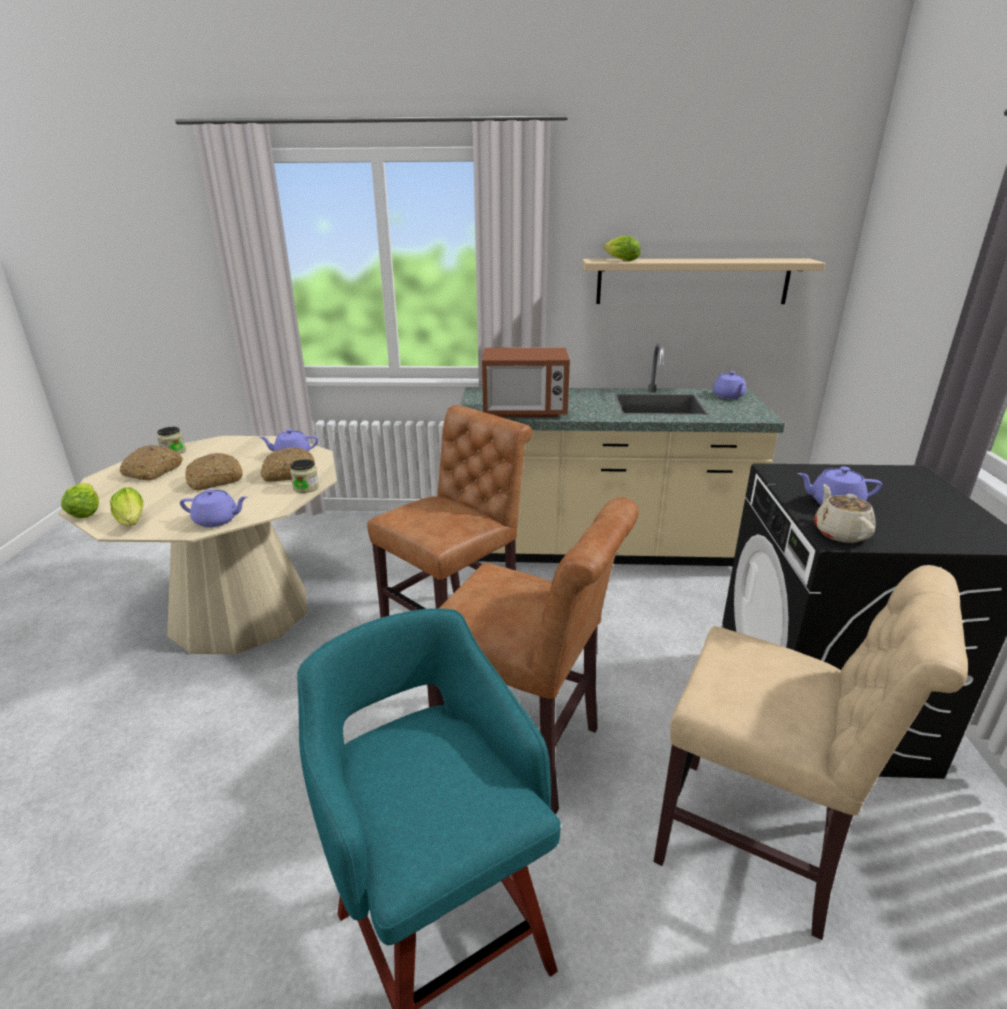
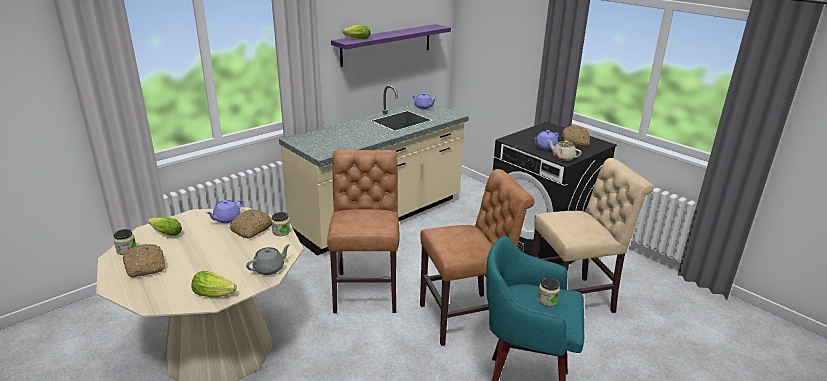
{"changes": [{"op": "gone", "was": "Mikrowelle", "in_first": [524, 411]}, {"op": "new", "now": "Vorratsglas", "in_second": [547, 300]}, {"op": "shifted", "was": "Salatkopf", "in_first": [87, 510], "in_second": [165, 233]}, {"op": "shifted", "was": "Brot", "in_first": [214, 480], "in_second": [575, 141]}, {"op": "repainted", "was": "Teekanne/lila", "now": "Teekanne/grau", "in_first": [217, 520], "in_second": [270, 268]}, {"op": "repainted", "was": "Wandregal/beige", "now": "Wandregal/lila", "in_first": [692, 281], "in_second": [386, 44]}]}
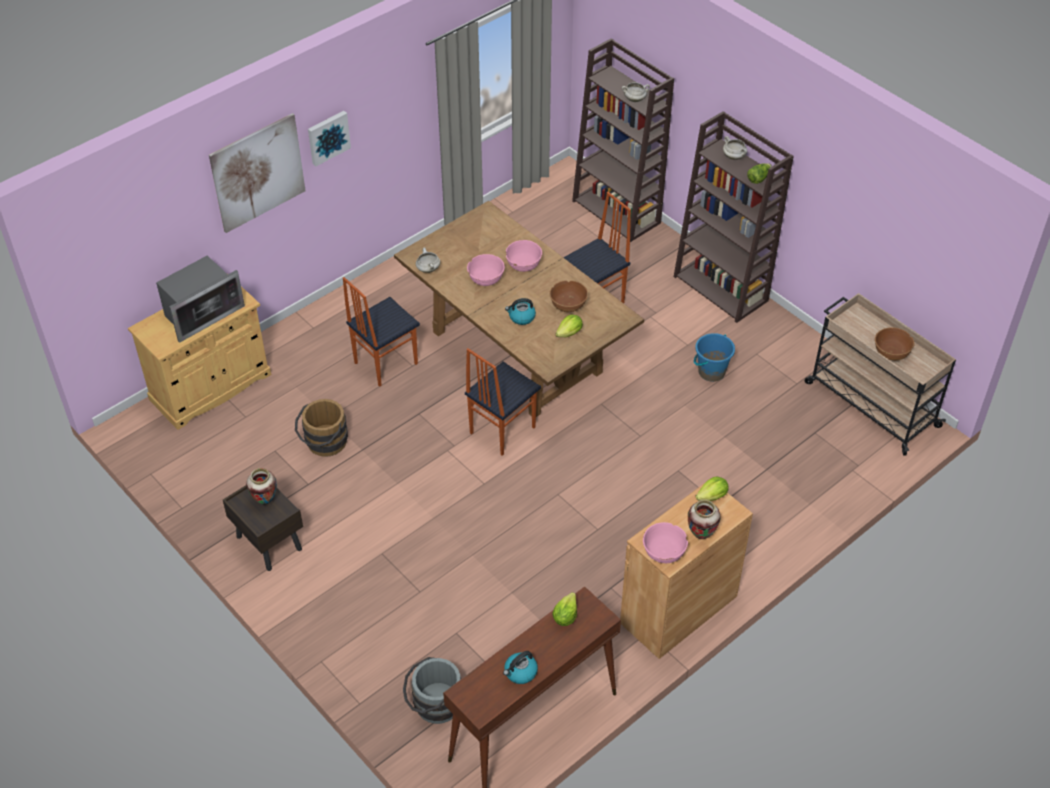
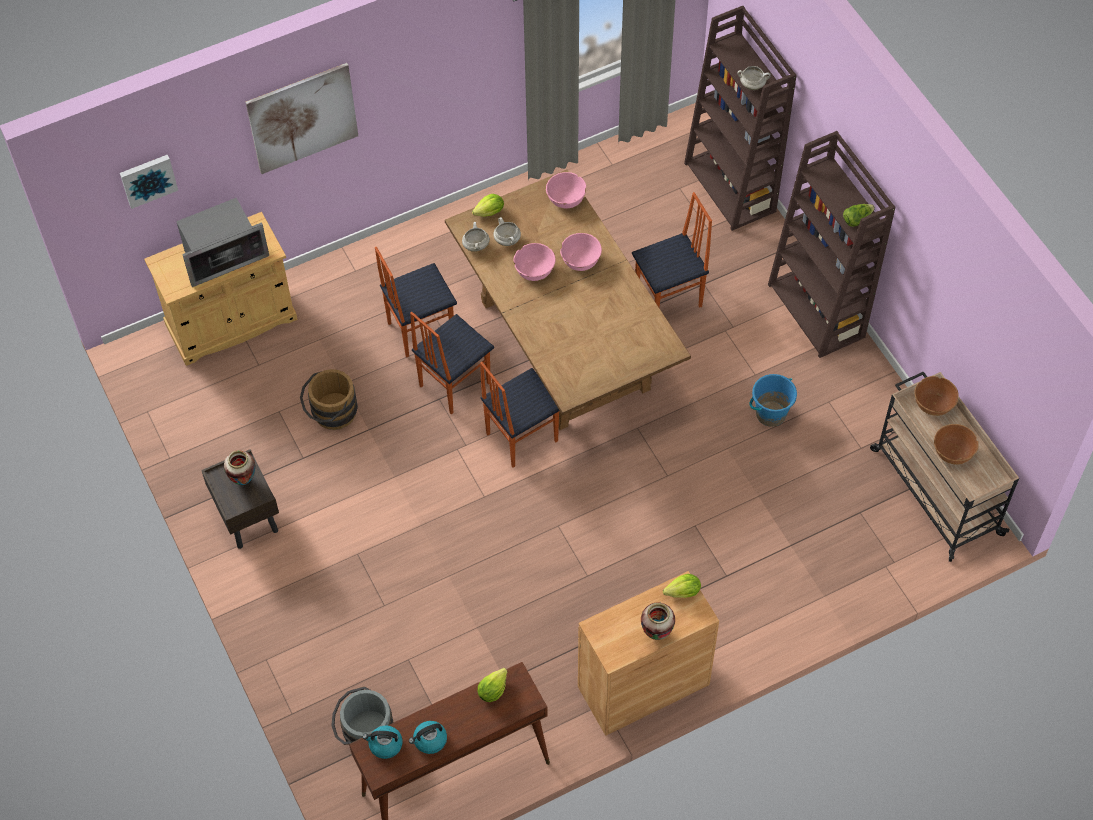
{"changes": [{"op": "new", "now": "Stuhl", "in_second": [453, 384]}, {"op": "shifted", "was": "Bild", "in_first": [328, 137], "in_second": [148, 179]}, {"op": "shifted", "was": "Wasserkessel", "in_first": [521, 317], "in_second": [385, 745]}, {"op": "shifted", "was": "Schüssel/braun", "in_first": [568, 305], "in_second": [933, 404]}, {"op": "shifted", "was": "Salatkopf", "in_first": [569, 333], "in_second": [490, 212]}, {"op": "shifted", "was": "Schüssel/rosa", "in_first": [663, 552], "in_second": [566, 199]}, {"op": "shifted", "was": "Kochtopf/weiß", "in_first": [734, 157], "in_second": [507, 240]}]}
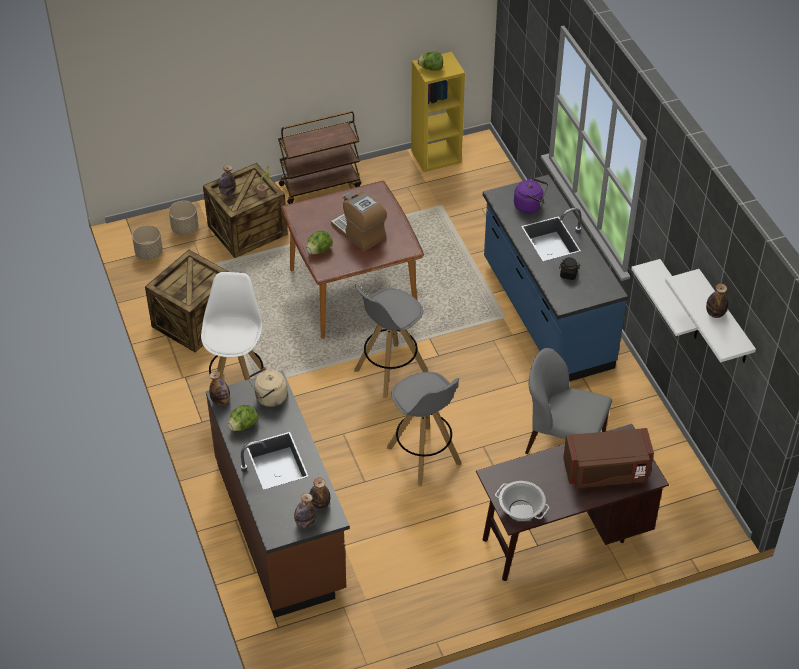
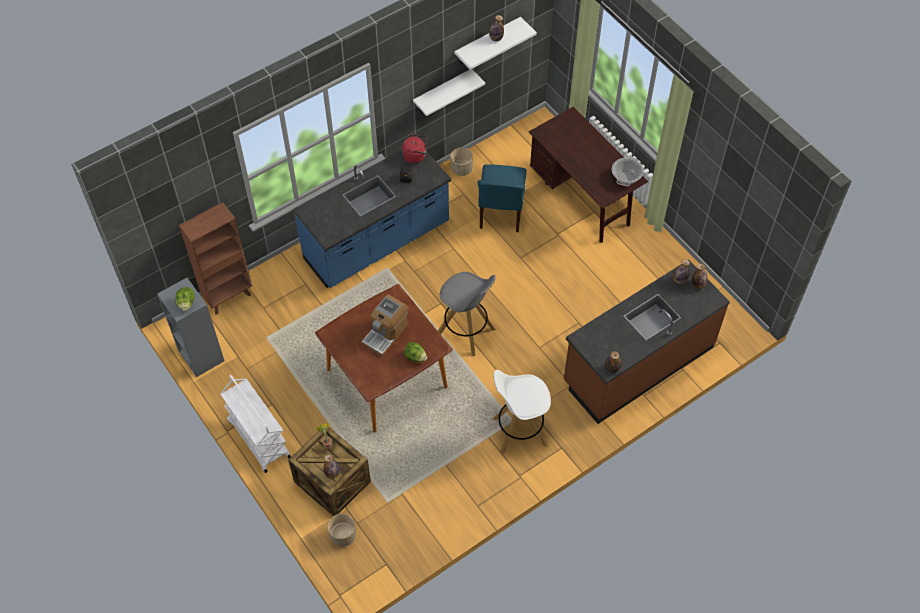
{"changes": [{"op": "gone", "was": "Kiste", "in_first": [194, 320]}, {"op": "gone", "was": "Salatkopf", "in_first": [243, 426]}, {"op": "gone", "was": "Wasserkessel/beige", "in_first": [269, 398]}, {"op": "gone", "was": "Hocker/grau", "in_first": [424, 456]}, {"op": "gone", "was": "Wasserkessel/lila", "in_first": [530, 206]}, {"op": "gone", "was": "Mikrowelle/braun", "in_first": [606, 472]}, {"op": "new", "now": "Bücherregal/braun", "in_second": [228, 296]}, {"op": "new", "now": "Wasserkessel/rot", "in_second": [416, 156]}, {"op": "shifted", "was": "Pflanzkübel/beige", "in_first": [149, 253], "in_second": [461, 169]}, {"op": "repainted", "was": "Rollwagen/braun", "now": "Rollwagen/weiß", "in_first": [320, 185], "in_second": [258, 438]}, {"op": "repainted", "was": "Bücherregal/gelb", "now": "Bücherregal/grau", "in_first": [436, 156], "in_second": [200, 355]}, {"op": "repainted", "was": "Stuhl/grau", "now": "Stuhl/blau", "in_first": [563, 443], "in_second": [501, 212]}]}
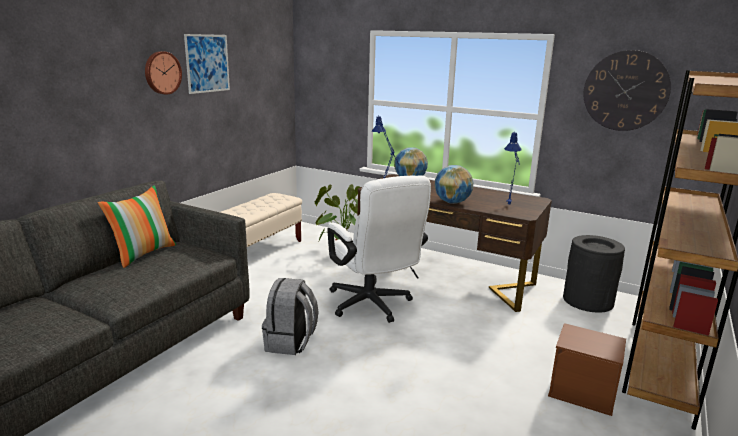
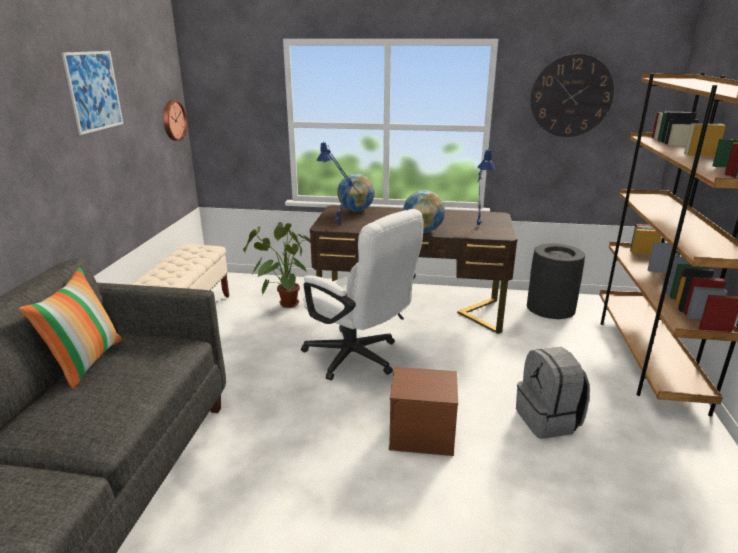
{"changes": [{"op": "shifted", "was": "Wanduhr", "in_first": [162, 73], "in_second": [173, 120]}, {"op": "shifted", "was": "Rucksack/grau", "in_first": [290, 343], "in_second": [548, 420]}, {"op": "shifted", "was": "Aufbewahrungsbox/braun", "in_first": [583, 391], "in_second": [423, 434]}]}
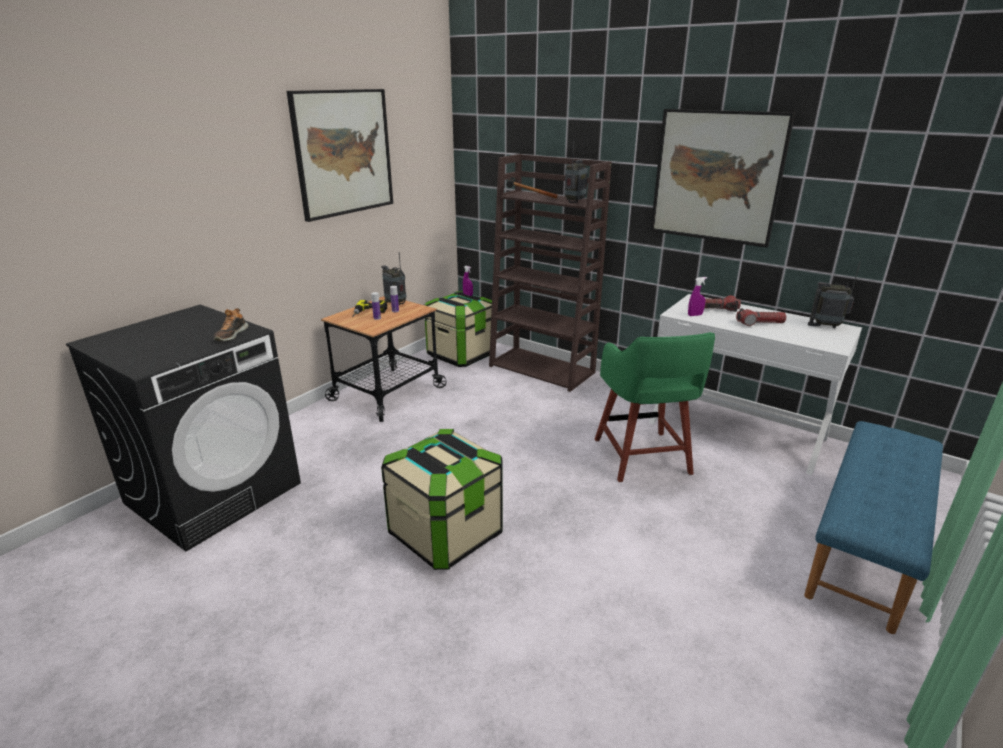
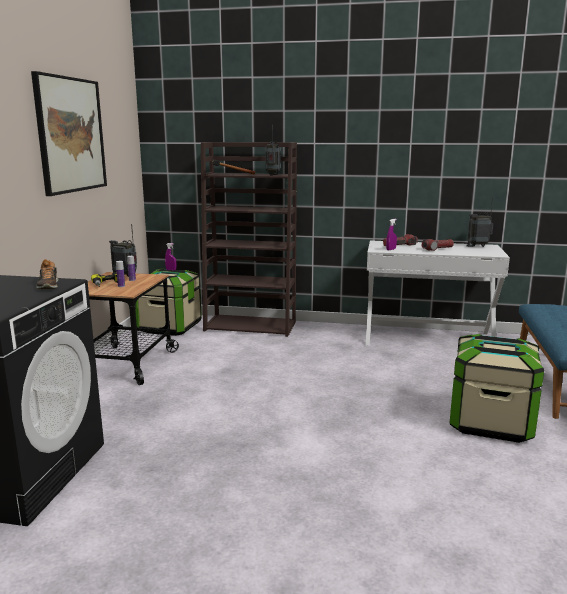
{"changes": [{"op": "gone", "was": "Hocker/grün", "in_first": [642, 458]}, {"op": "gone", "was": "Bild", "in_first": [717, 177]}, {"op": "shifted", "was": "Aufbewahrungsbox", "in_first": [446, 534], "in_second": [490, 422]}]}
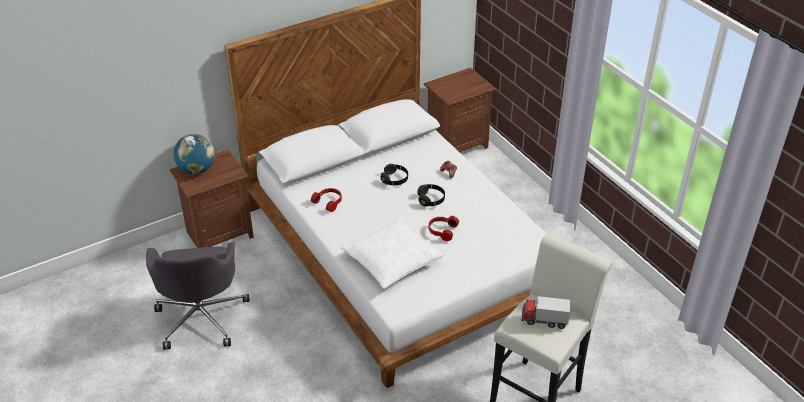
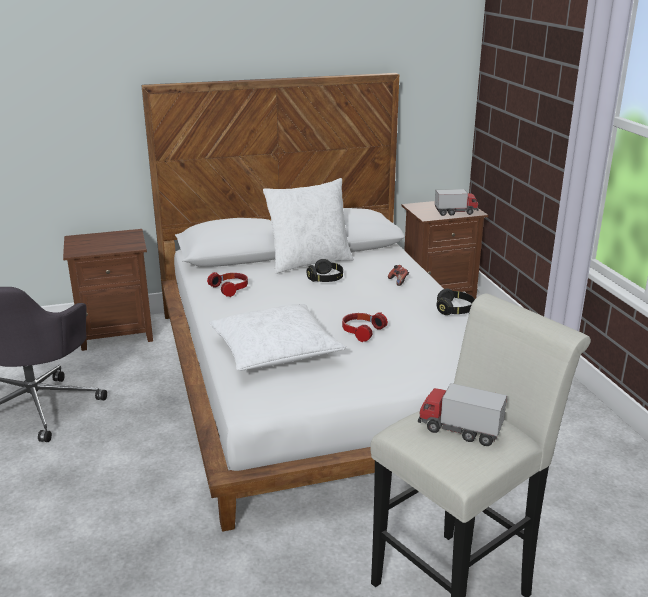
{"changes": [{"op": "gone", "was": "Globus", "in_first": [197, 169]}, {"op": "new", "now": "Kissen/weiß", "in_second": [309, 262]}, {"op": "new", "now": "Spielzeuglaster", "in_second": [455, 212]}, {"op": "shifted", "was": "Kopfhörer/schwarz", "in_first": [431, 200], "in_second": [455, 310]}]}
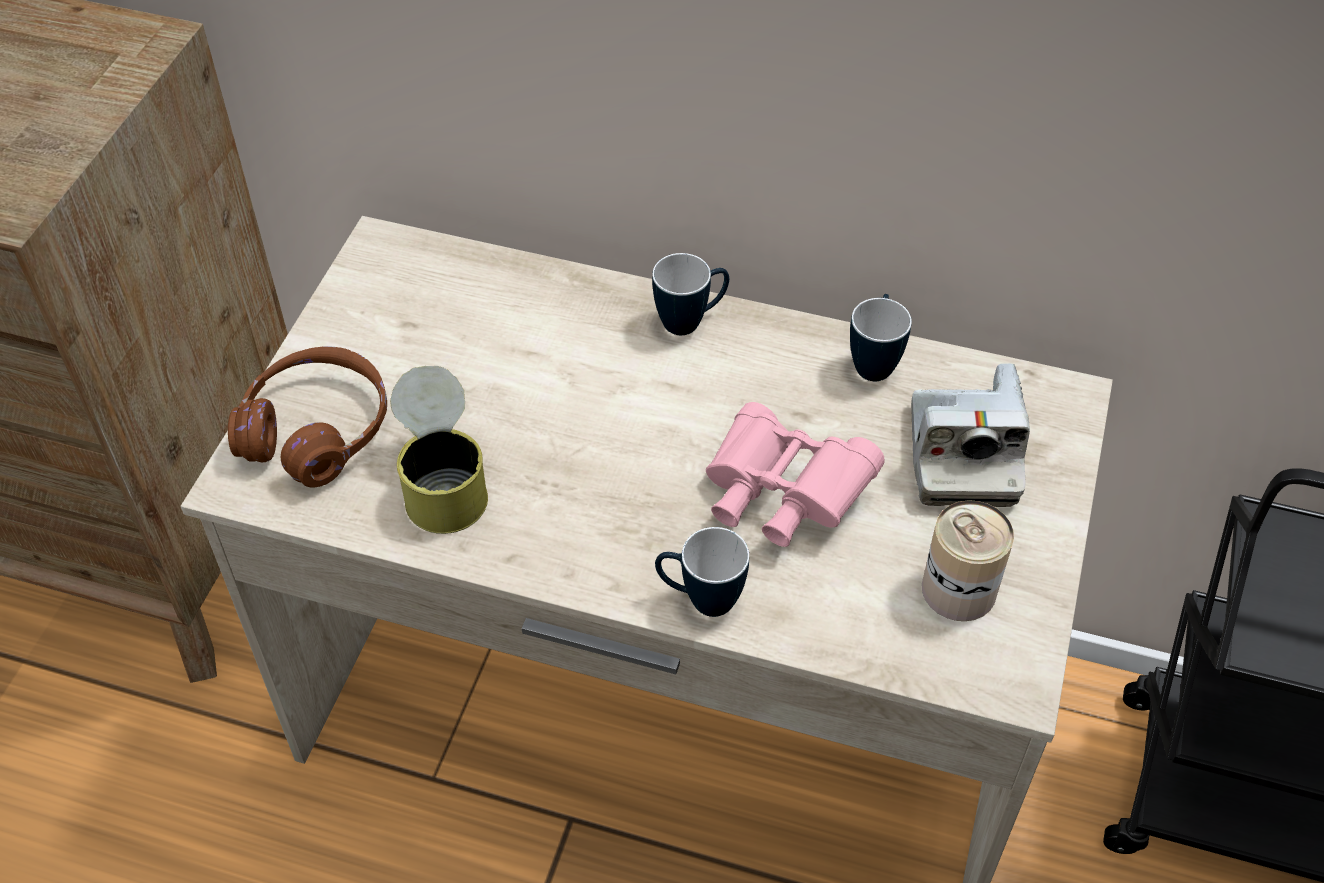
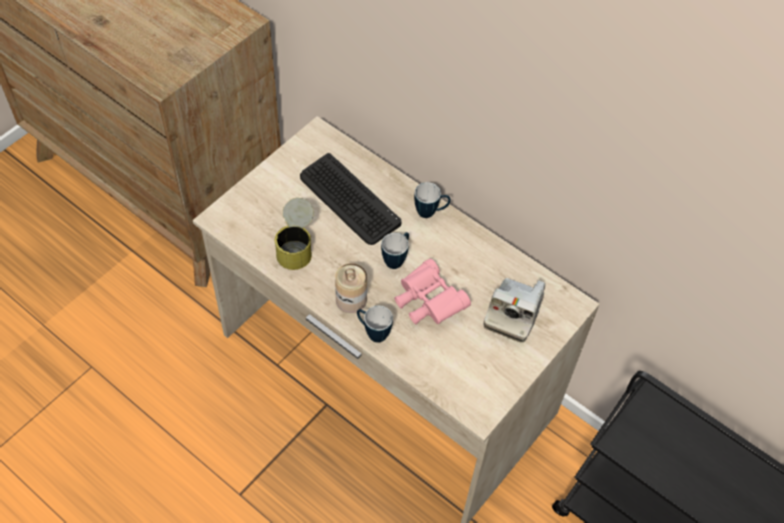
{"changes": [{"op": "gone", "was": "Kopfhörer/braun", "in_first": [316, 430]}, {"op": "new", "now": "Tastatur", "in_second": [349, 200]}, {"op": "shifted", "was": "Henkelbecher", "in_first": [874, 361], "in_second": [396, 259]}, {"op": "shifted", "was": "Dose", "in_first": [959, 589], "in_second": [351, 299]}]}
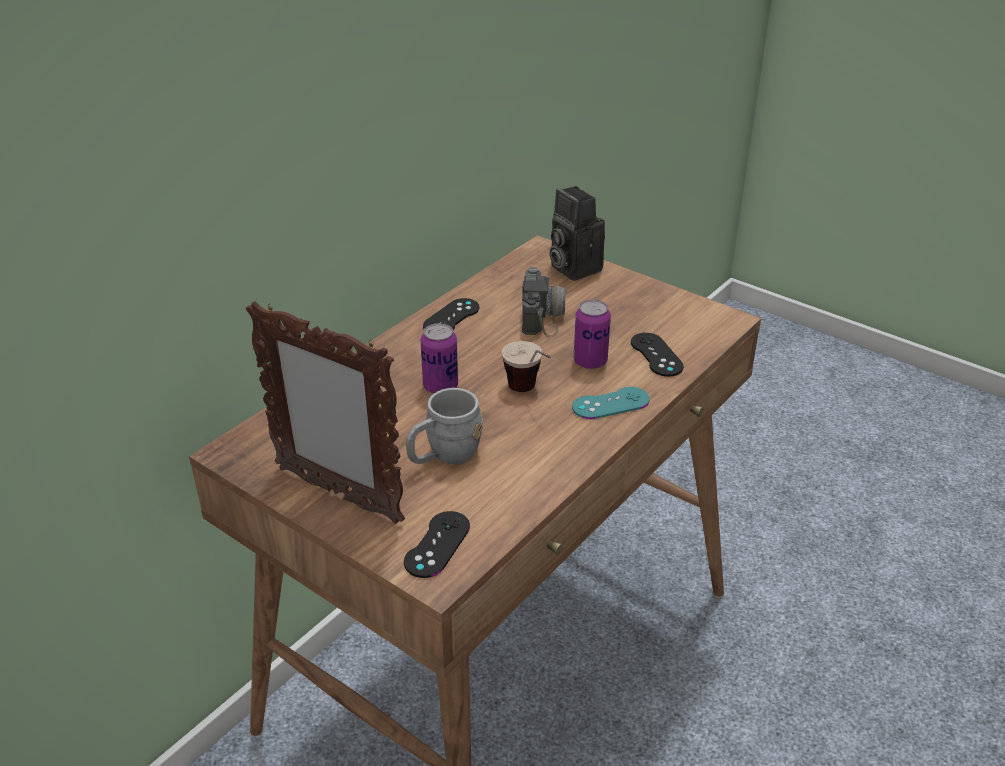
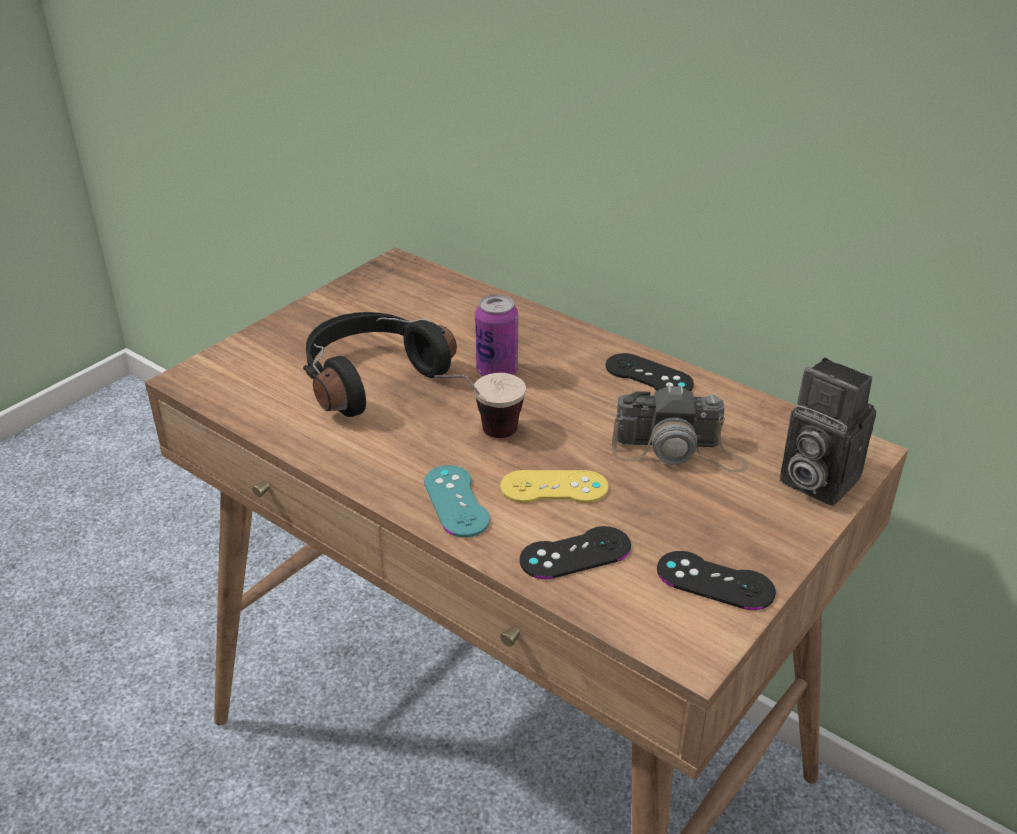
{"changes": [{"op": "gone", "was": "Bilderrahmen", "in_first": [338, 494]}, {"op": "shifted", "was": "Gamepad/schwarz", "in_first": [437, 544], "in_second": [715, 581]}, {"op": "swapped", "was": "Henkelbecher/grau", "now": "Kopfhörer/schwarz", "in_first": [444, 456], "in_second": [369, 377]}, {"op": "swapped", "was": "Dose", "now": "Gamepad/gelb", "in_first": [590, 361], "in_second": [554, 487]}, {"op": "rotated", "was": "Kamera", "in_first": [572, 267], "in_second": [813, 480], "clockwise": -105}]}
